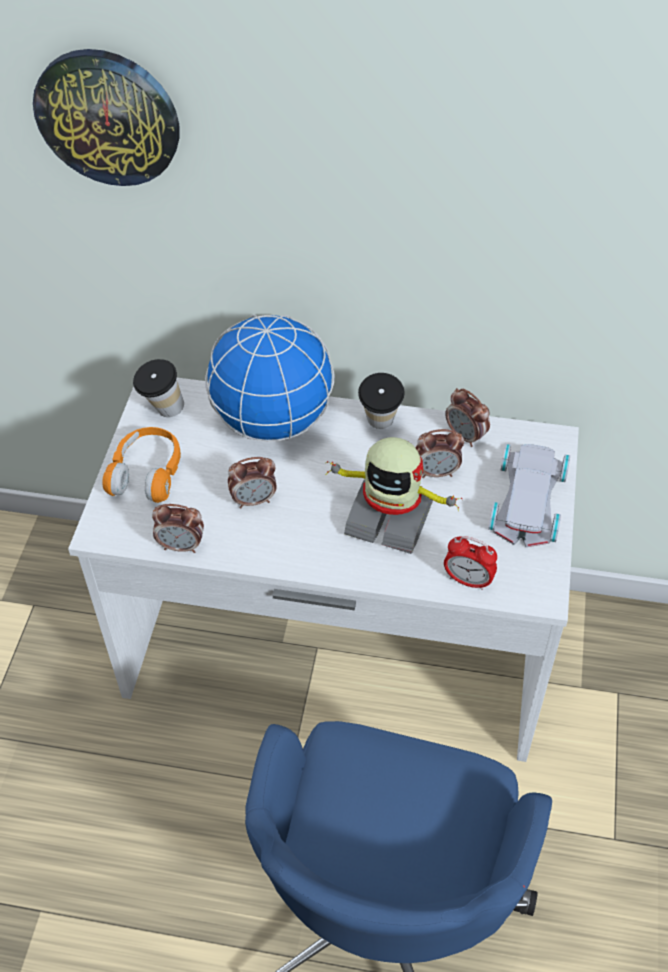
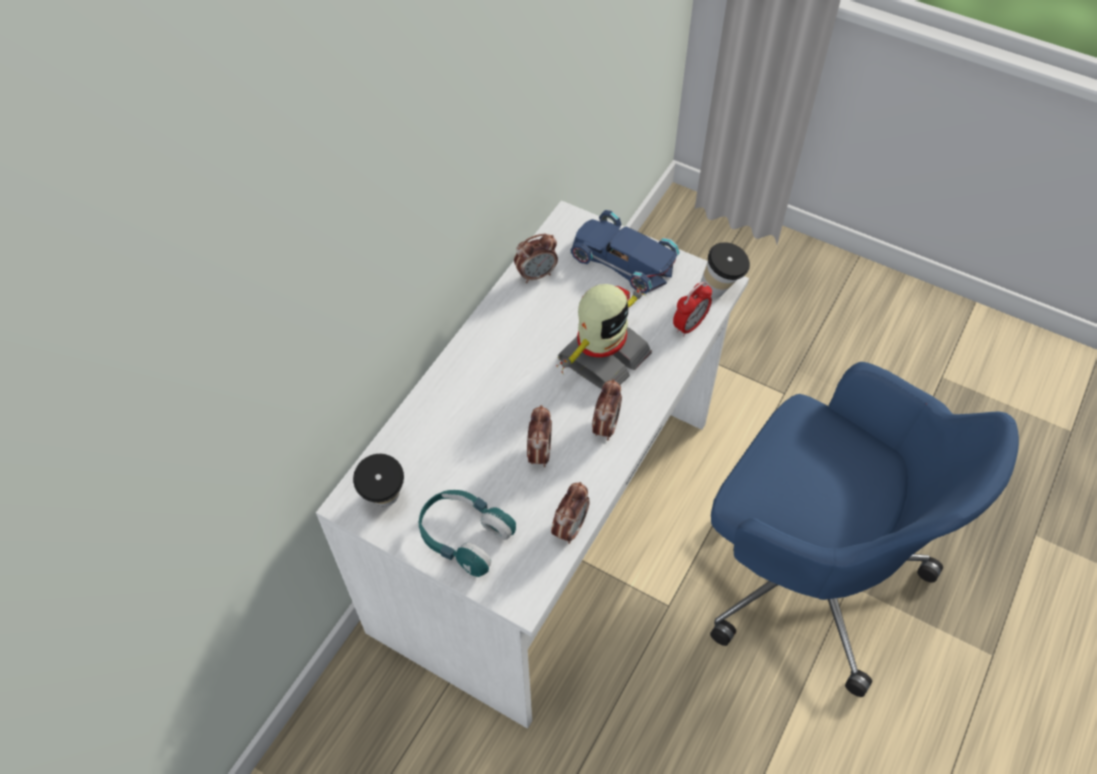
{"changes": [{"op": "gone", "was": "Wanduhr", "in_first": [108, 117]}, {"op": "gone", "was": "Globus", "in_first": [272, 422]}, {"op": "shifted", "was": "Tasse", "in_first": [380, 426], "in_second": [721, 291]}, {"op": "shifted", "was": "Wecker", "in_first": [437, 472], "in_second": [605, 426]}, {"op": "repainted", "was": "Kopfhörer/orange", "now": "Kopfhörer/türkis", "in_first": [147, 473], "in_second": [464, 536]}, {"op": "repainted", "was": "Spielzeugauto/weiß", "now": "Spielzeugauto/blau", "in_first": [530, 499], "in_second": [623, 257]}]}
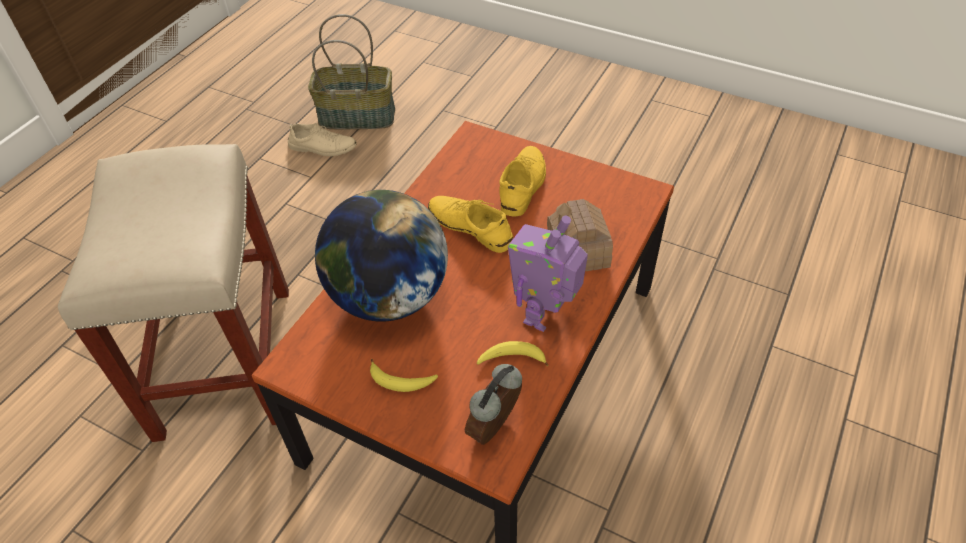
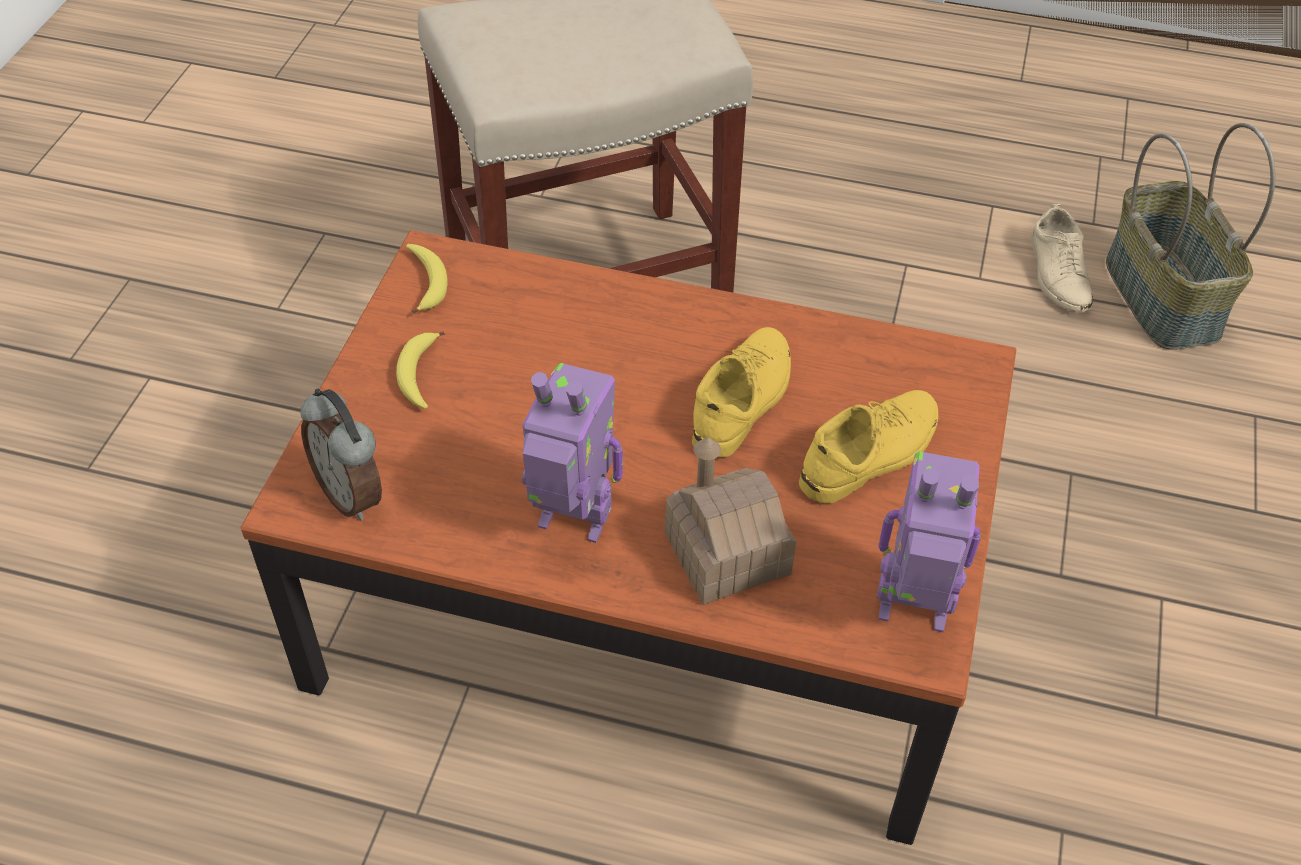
{"changes": [{"op": "gone", "was": "Globus", "in_first": [389, 297]}, {"op": "new", "now": "Spielzeugroboter", "in_second": [912, 613]}, {"op": "shifted", "was": "Banane", "in_first": [512, 358], "in_second": [427, 282]}, {"op": "rotated", "was": "Wecker", "in_first": [496, 427], "in_second": [352, 494], "clockwise": -150}, {"op": "rotated", "was": "Schuh/gelb", "in_first": [523, 185], "in_second": [870, 453], "clockwise": -45}]}
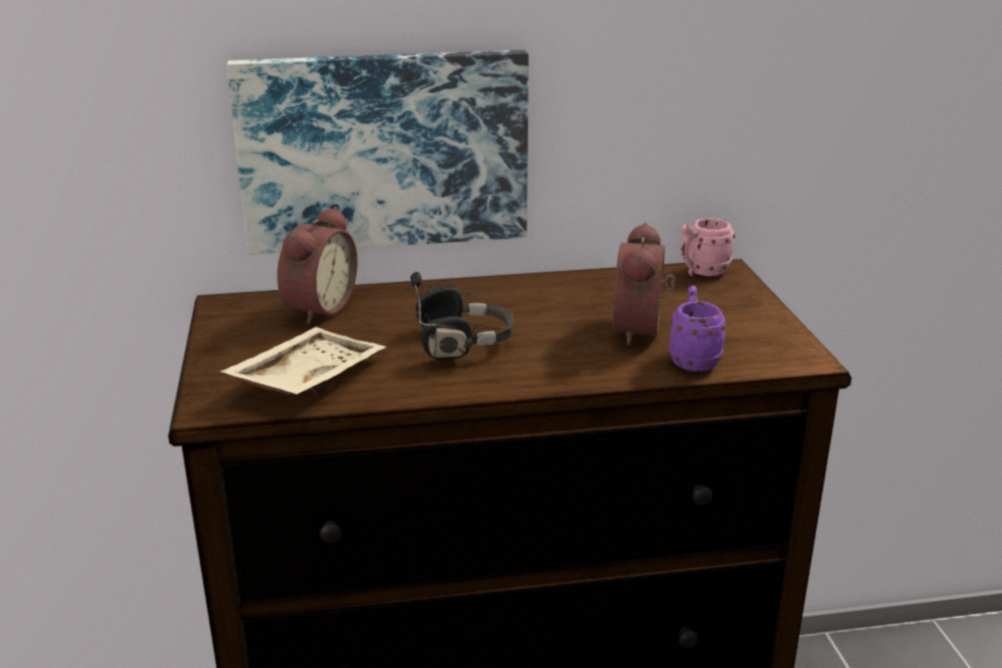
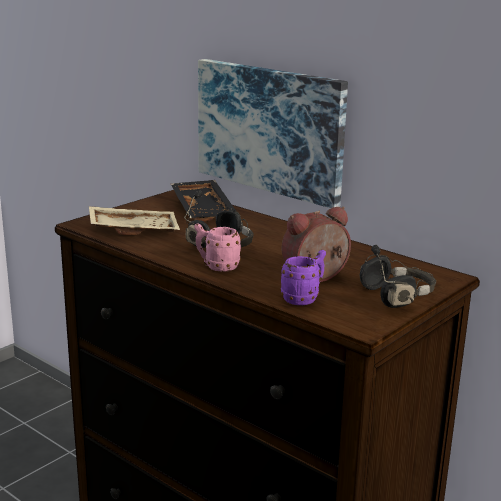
{"changes": [{"op": "new", "now": "Kopfhörer/schwarz", "in_second": [397, 296]}, {"op": "shifted", "was": "Henkelbecher/rosa", "in_first": [701, 272], "in_second": [216, 266]}, {"op": "swapped", "was": "Wecker", "now": "Tablett/schwarz", "in_first": [316, 308], "in_second": [204, 209]}]}
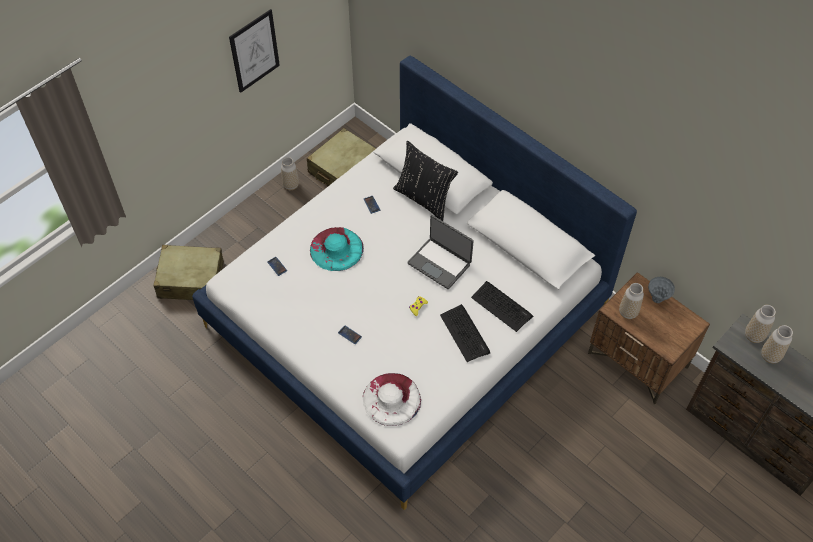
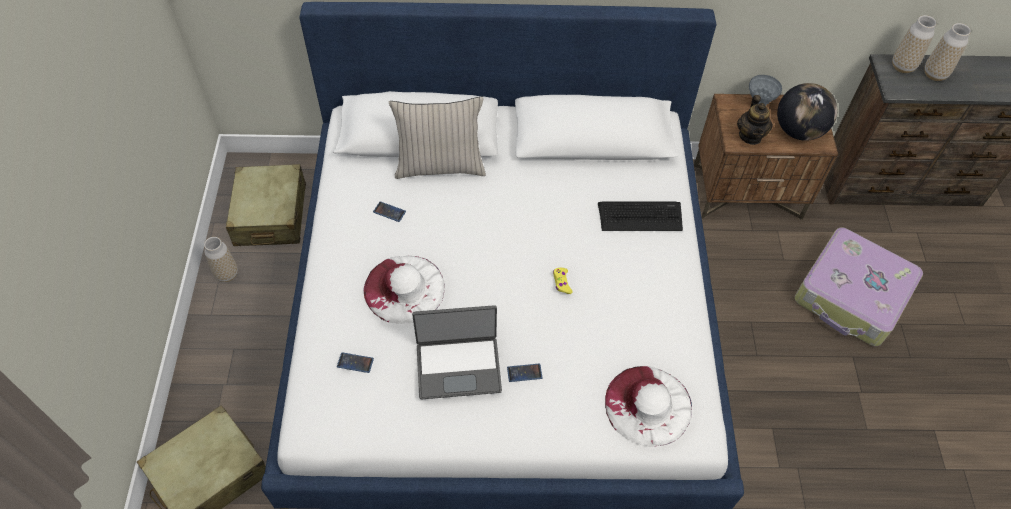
{"changes": [{"op": "gone", "was": "Bild", "in_first": [254, 51]}, {"op": "gone", "was": "Tastatur", "in_first": [465, 333]}, {"op": "new", "now": "Globus", "in_second": [798, 131]}, {"op": "new", "now": "Koffer", "in_second": [852, 296]}, {"op": "shifted", "was": "Laptop", "in_first": [440, 263], "in_second": [458, 366]}, {"op": "swapped", "was": "Vase", "now": "Teekanne", "in_first": [628, 312], "in_second": [750, 136]}, {"op": "repainted", "was": "Hut/türkis", "now": "Hut/weiß", "in_first": [336, 249], "in_second": [404, 288]}, {"op": "repainted", "was": "Kissen/schwarz", "now": "Kissen/beige", "in_first": [424, 199], "in_second": [440, 166]}]}
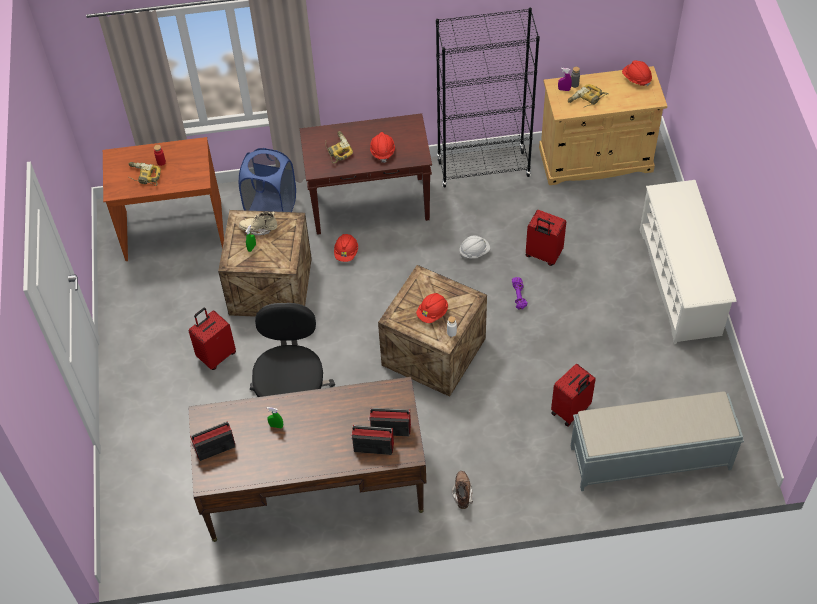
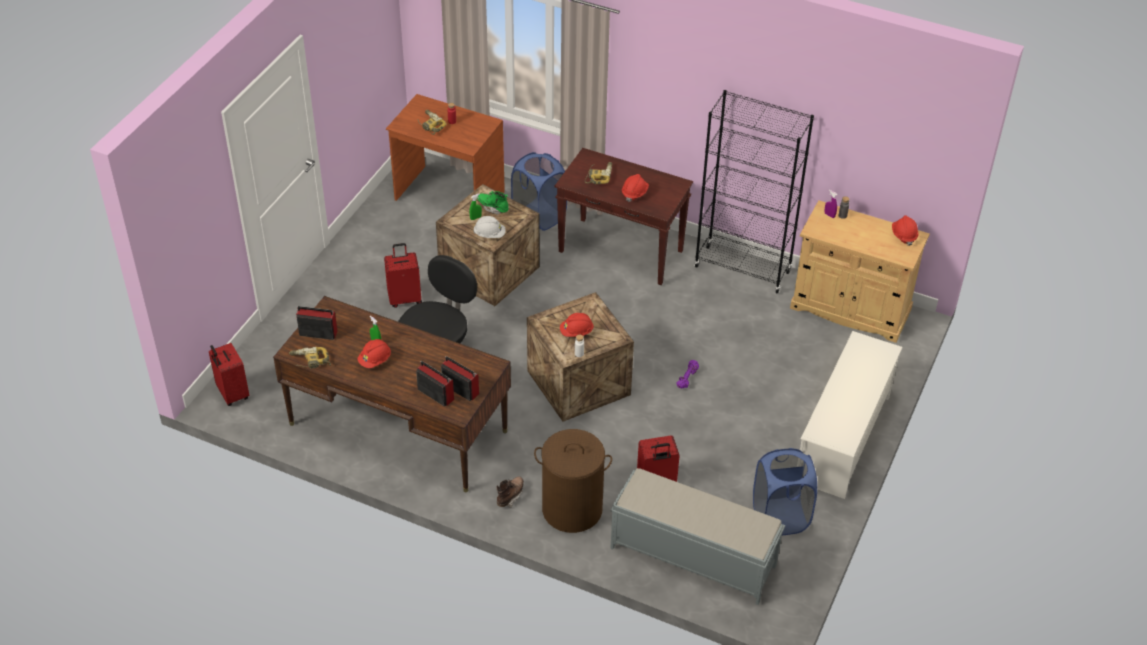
{"changes": [{"op": "new", "now": "Wäschekorb/braun", "in_second": [572, 509]}, {"op": "new", "now": "Wäschekorb/blau", "in_second": [780, 517]}, {"op": "shifted", "was": "Schutzhelm/rot", "in_first": [346, 252], "in_second": [375, 360]}, {"op": "shifted", "was": "Schutzhelm/weiß", "in_first": [474, 252], "in_second": [489, 234]}, {"op": "shifted", "was": "Koffer/rot", "in_first": [543, 255], "in_second": [232, 394]}, {"op": "shifted", "was": "Bohrmaschine", "in_first": [587, 100], "in_second": [310, 361]}, {"op": "repainted", "was": "Stiefel/beige", "now": "Stiefel/grün", "in_first": [259, 229], "in_second": [493, 207]}]}
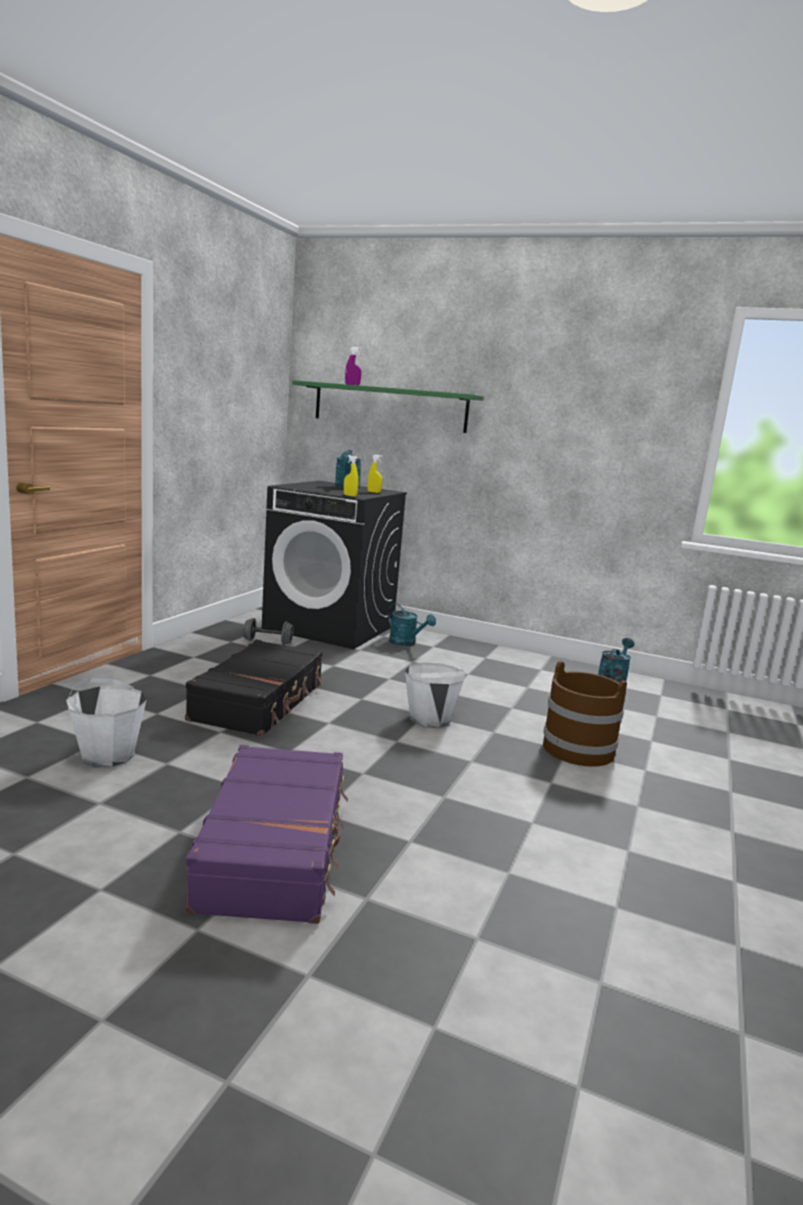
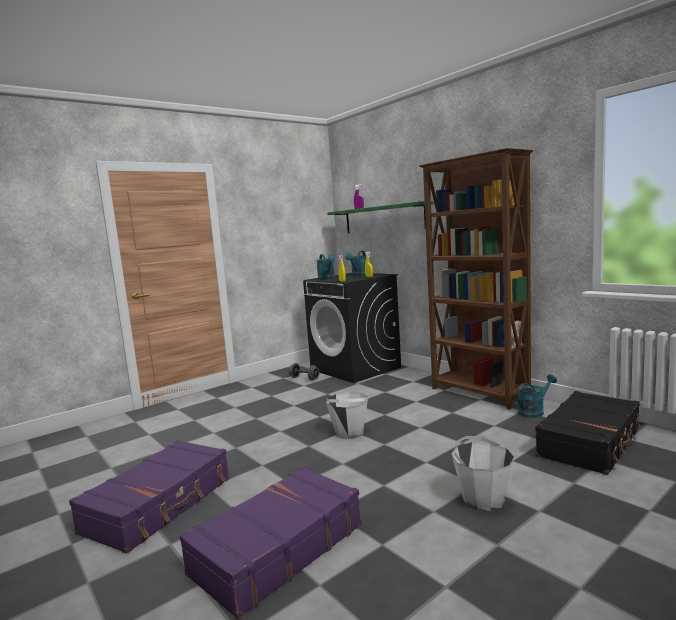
{"changes": [{"op": "gone", "was": "Eimer/braun", "in_first": [577, 749]}, {"op": "new", "now": "Koffer/lila", "in_second": [277, 549]}, {"op": "new", "now": "Bücherregal/braun", "in_second": [479, 394]}, {"op": "shifted", "was": "Eimer/weiß", "in_first": [107, 755], "in_second": [482, 499]}, {"op": "shifted", "was": "Koffer/schwarz", "in_first": [259, 701], "in_second": [590, 443]}, {"op": "shifted", "was": "Gießkanne/türkis", "in_first": [406, 643], "in_second": [327, 278]}]}
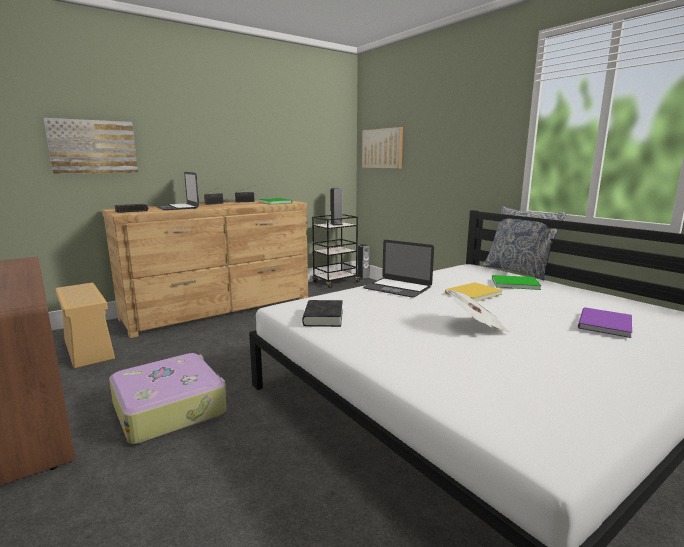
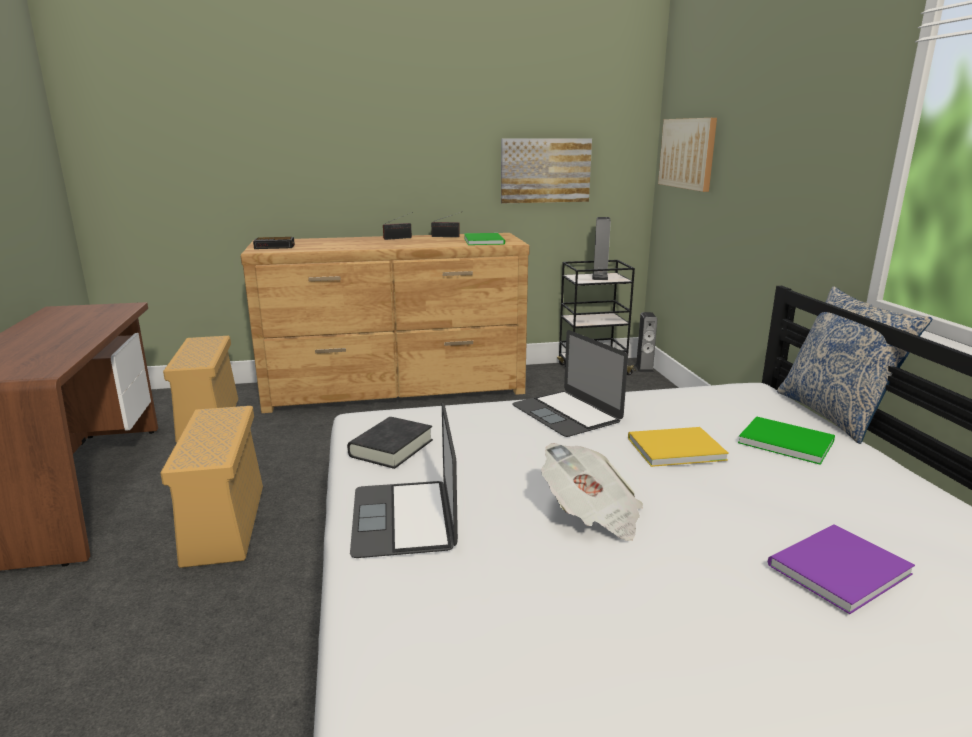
{"changes": [{"op": "shifted", "was": "Bild", "in_first": [93, 147], "in_second": [545, 170]}, {"op": "shifted", "was": "Laptop", "in_first": [176, 207], "in_second": [404, 518]}, {"op": "swapped", "was": "Koffer", "now": "Aufbewahrungsbox/beige", "in_first": [170, 408], "in_second": [224, 522]}]}
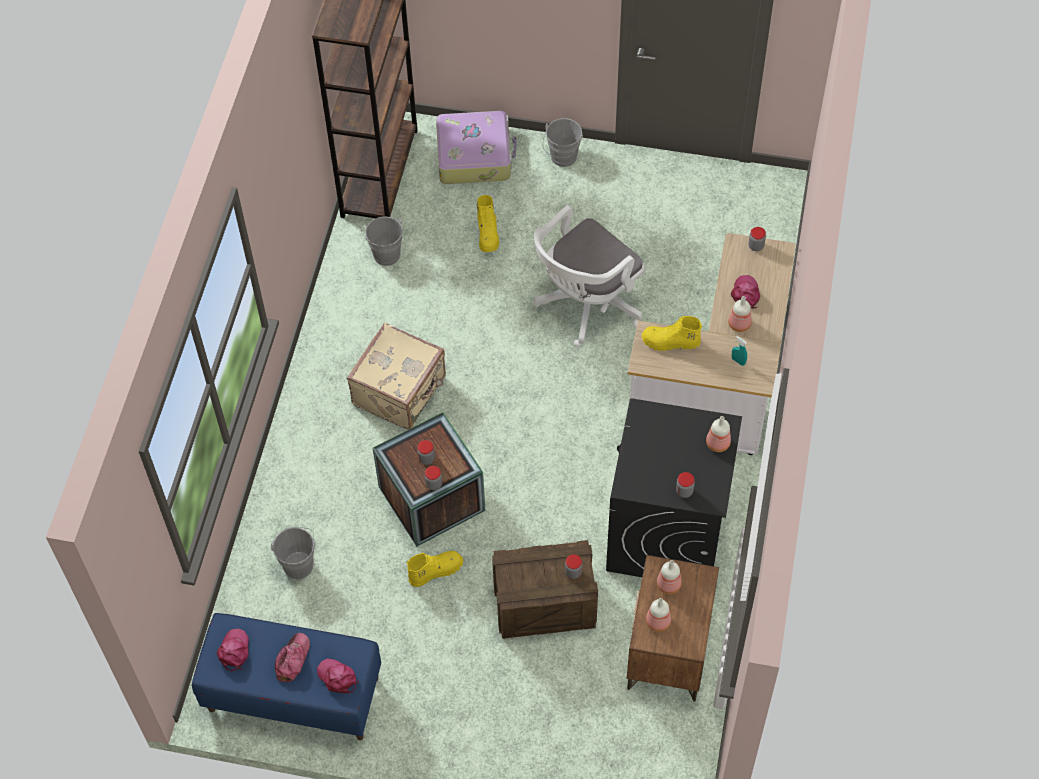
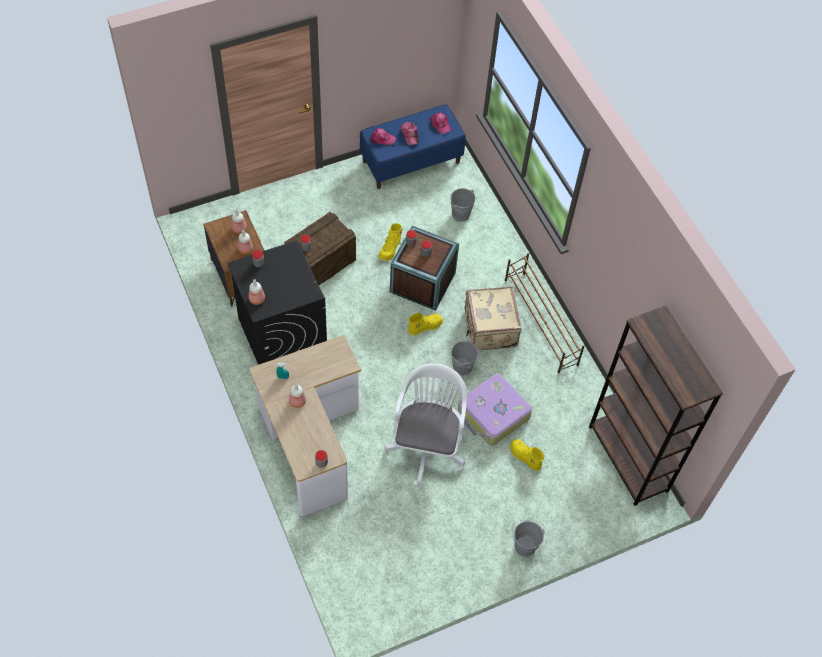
{"changes": [{"op": "gone", "was": "Kappe/rosa", "in_first": [745, 294]}, {"op": "new", "now": "Schuhregal/braun", "in_second": [540, 322]}, {"op": "shifted", "was": "Eimer/grau", "in_first": [385, 253], "in_second": [464, 367]}, {"op": "shifted", "was": "Koffer", "in_first": [475, 155], "in_second": [493, 414]}, {"op": "shifted", "was": "Stiefel/gelb", "in_first": [670, 342], "in_second": [424, 326]}]}
